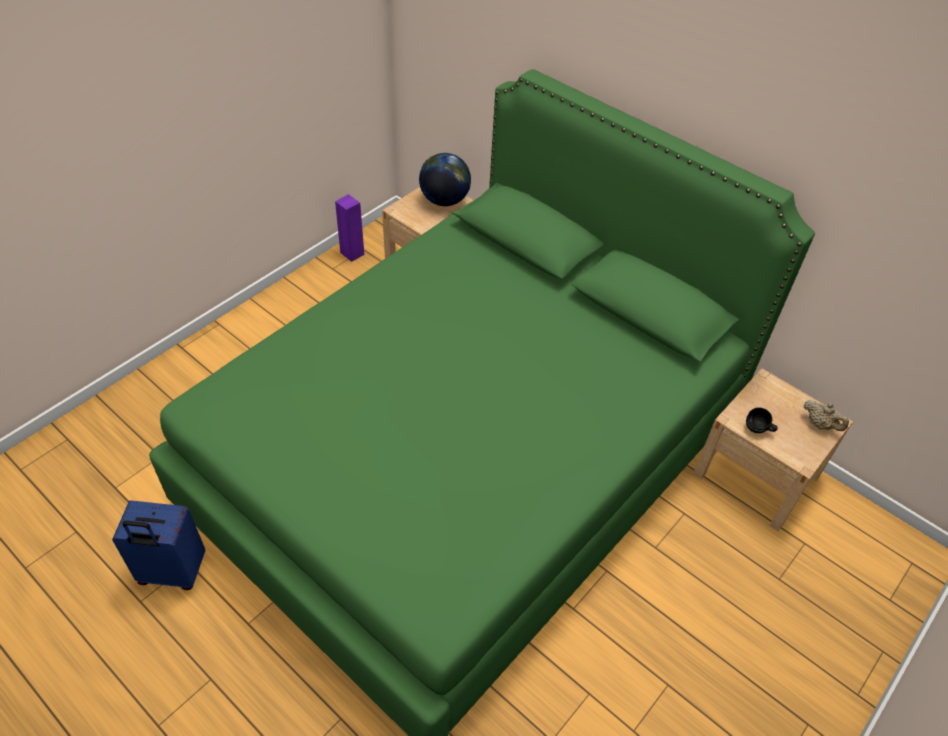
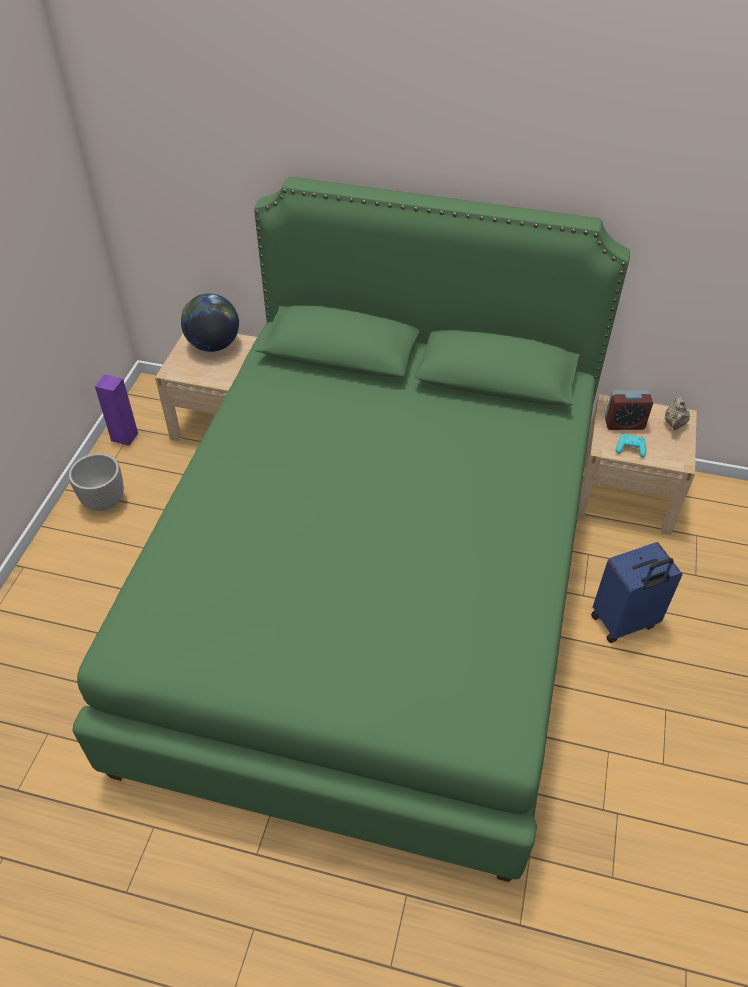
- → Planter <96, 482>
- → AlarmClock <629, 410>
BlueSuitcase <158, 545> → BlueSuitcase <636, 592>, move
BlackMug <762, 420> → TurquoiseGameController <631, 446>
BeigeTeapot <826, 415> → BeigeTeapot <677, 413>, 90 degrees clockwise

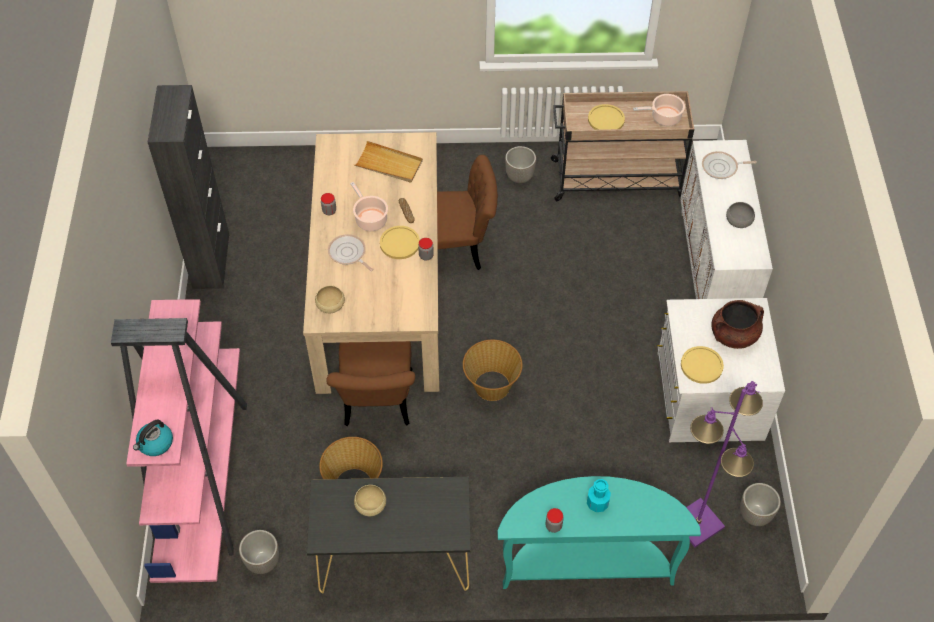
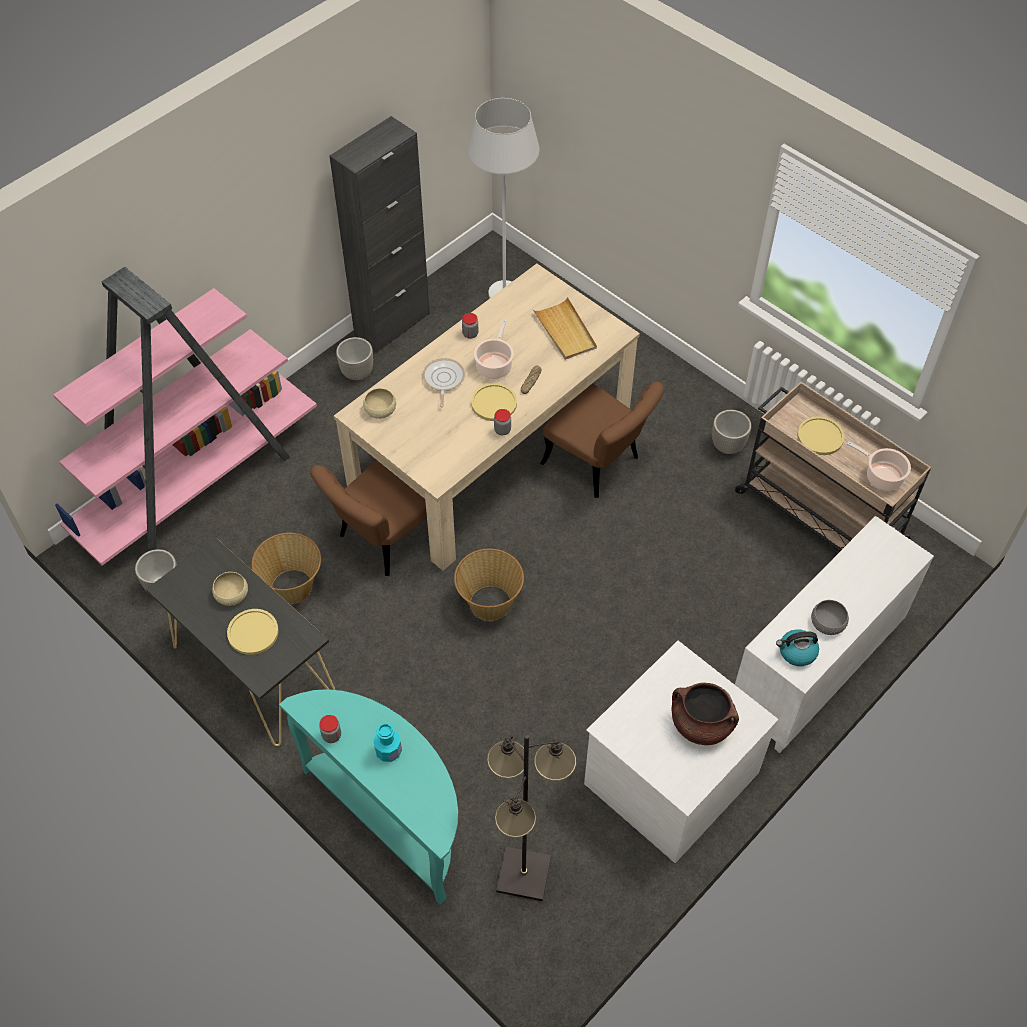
FryingPan <729, 165> → -
- → WhiteFloorLamp <503, 198>
Kettle <153, 438> → Kettle <797, 648>, move
YellowPlate <702, 365> → YellowPlate <253, 632>, move
Planter <760, 504> → Planter <354, 359>, move
PurpleFloorLamp <724, 464> → BlackFloorLamp <531, 817>

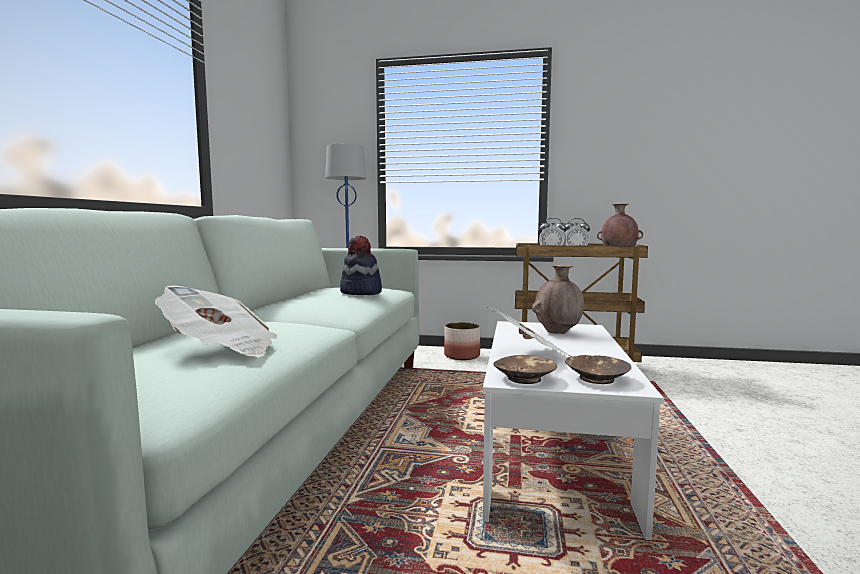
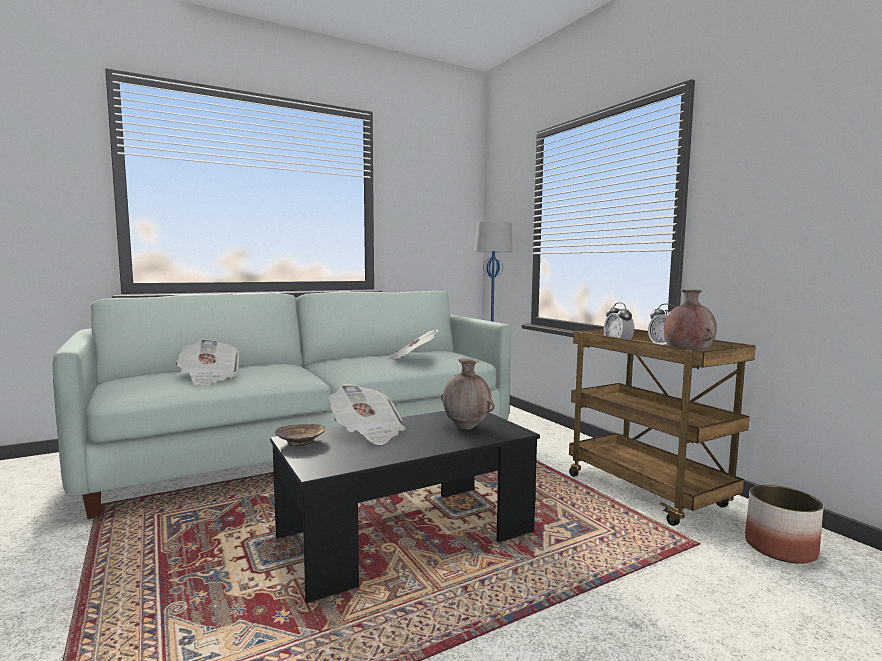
BrownBowl <598, 369> → -
Planter <462, 341> → Planter <784, 524>, move
Hat <361, 265> → Newspaper <412, 344>
WhiteCoffeeTable <573, 430> → BlackCoffeeTable <405, 507>

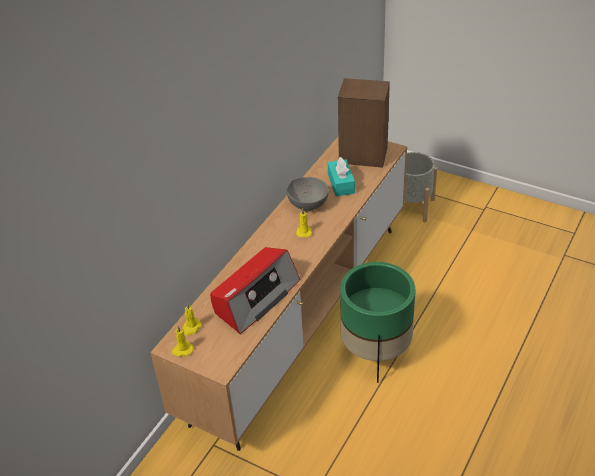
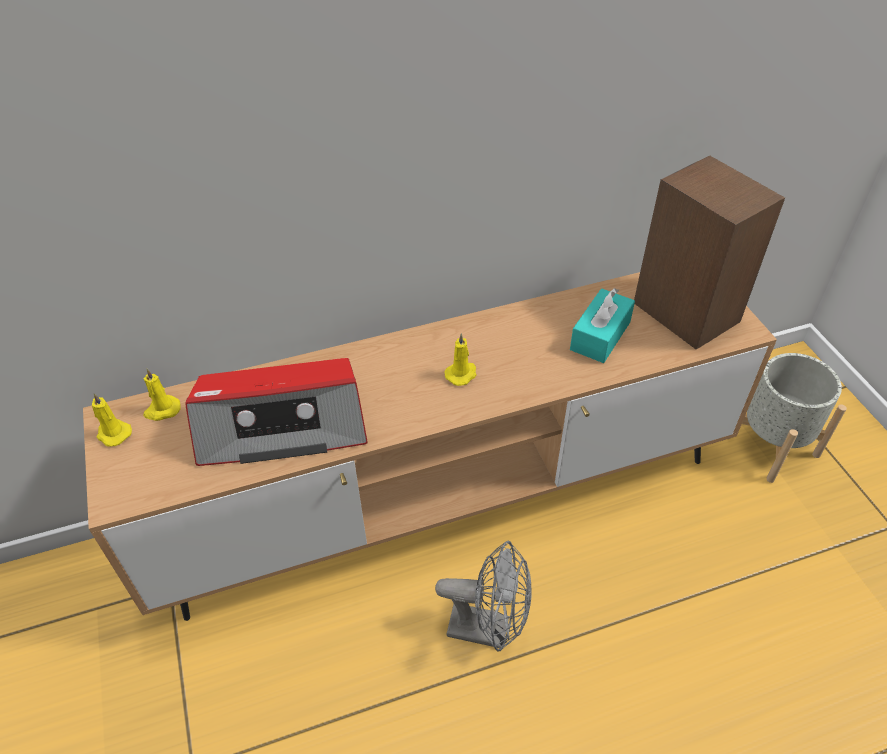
GreyBowl <308, 193> → -
GreenPlanter <378, 322> → GreyFan <483, 596>

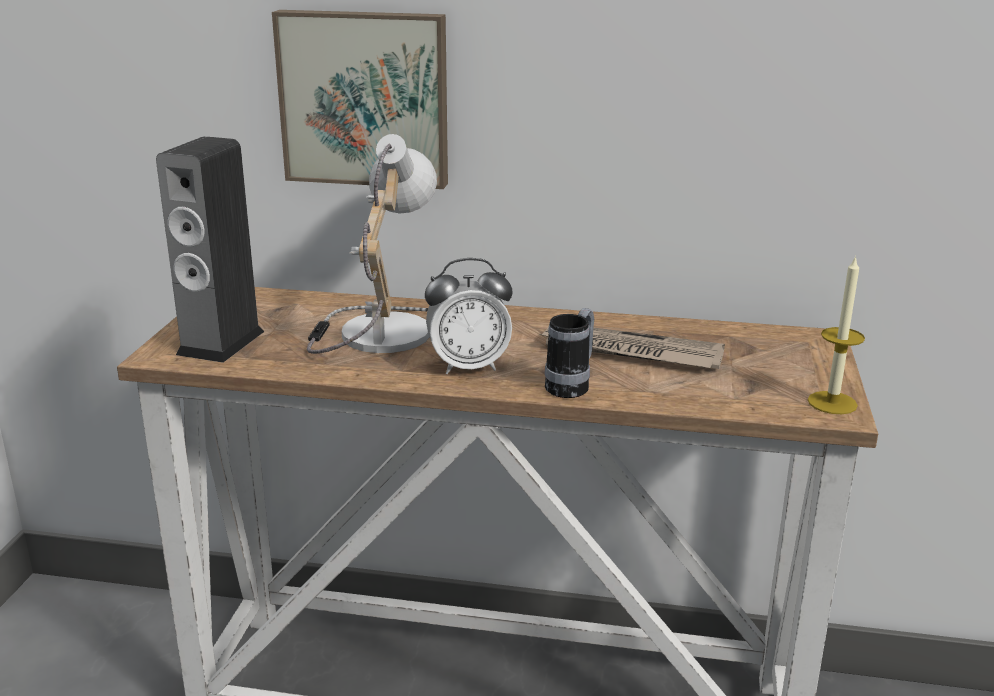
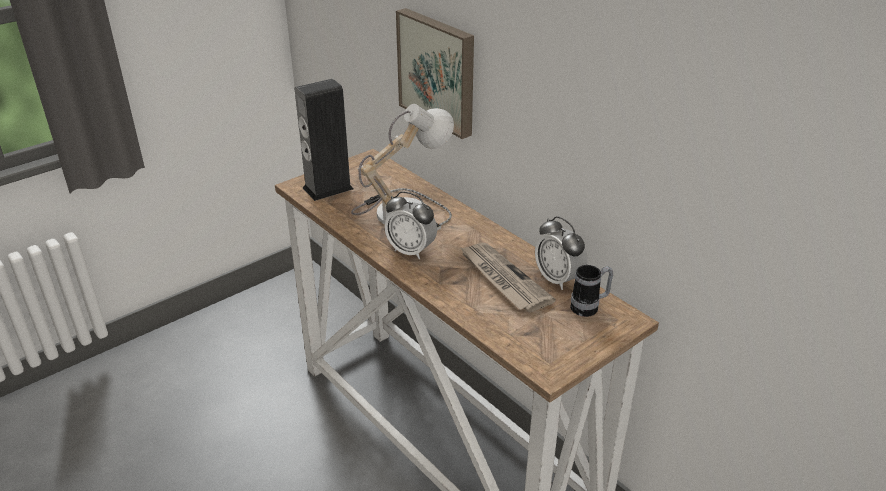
Candle <836, 334> → -
- → AlarmClock <561, 253>
Mug <569, 353> → Mug <591, 291>, move

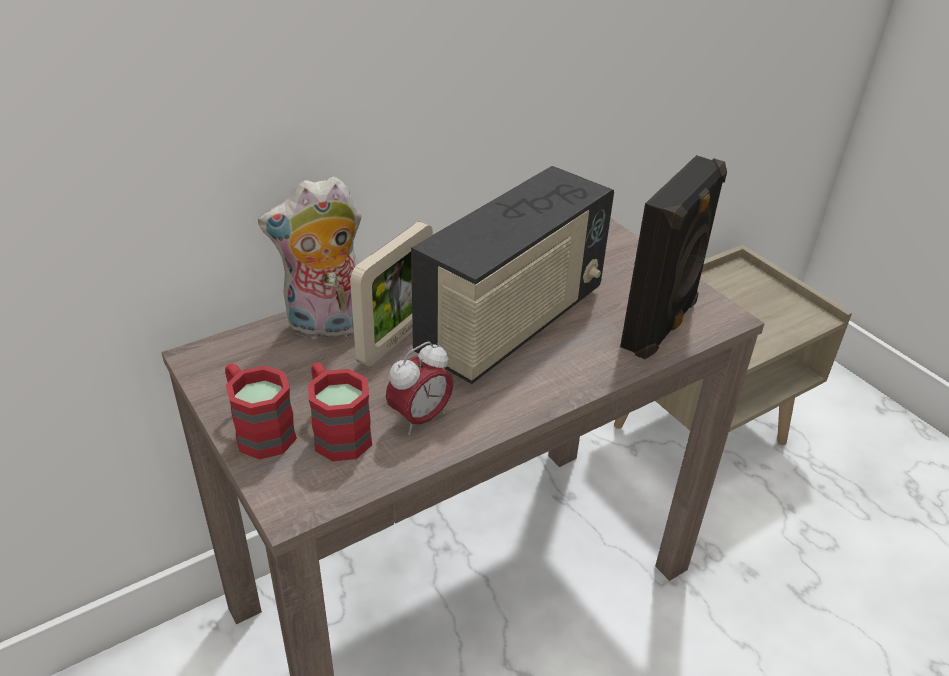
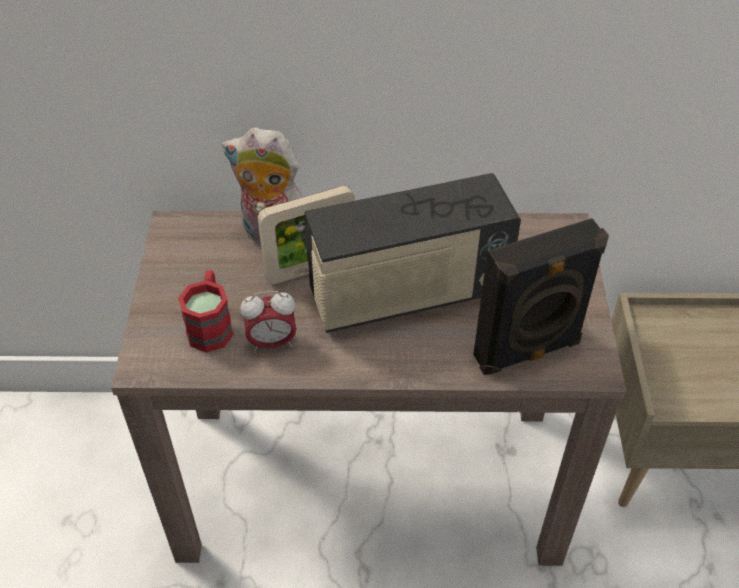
RedMug <261, 411> → -

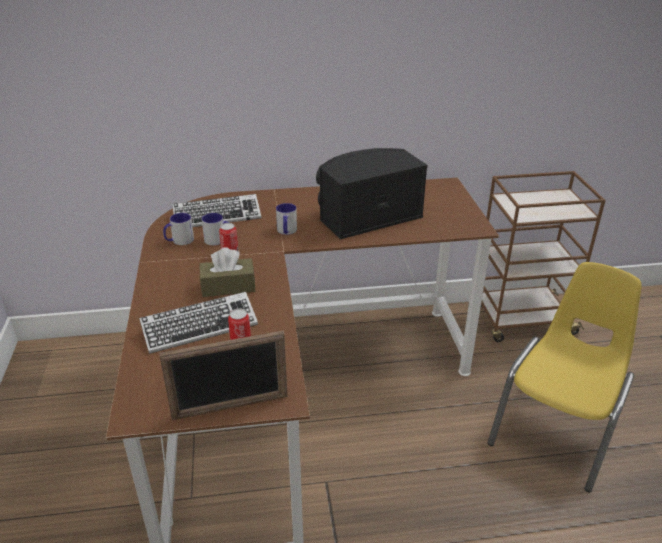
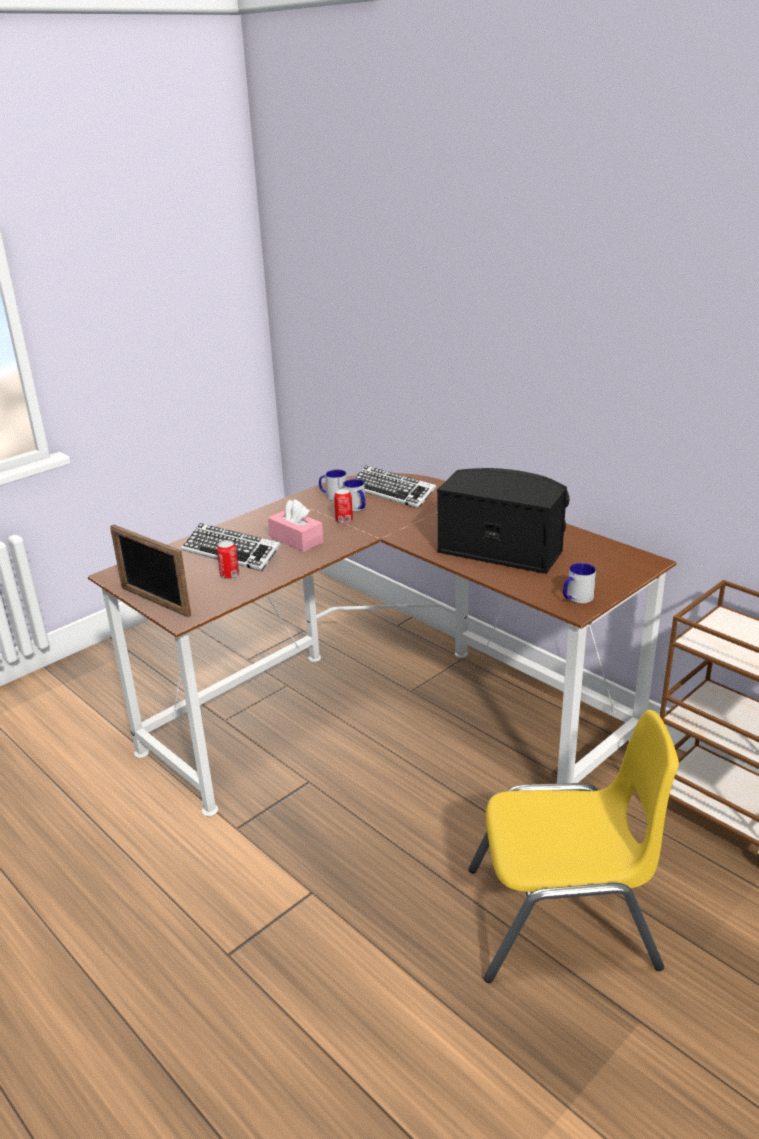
Mug <286, 219> → Mug <579, 583>, move
BrownTissueBox <227, 272> → PinkTissueBox <296, 525>

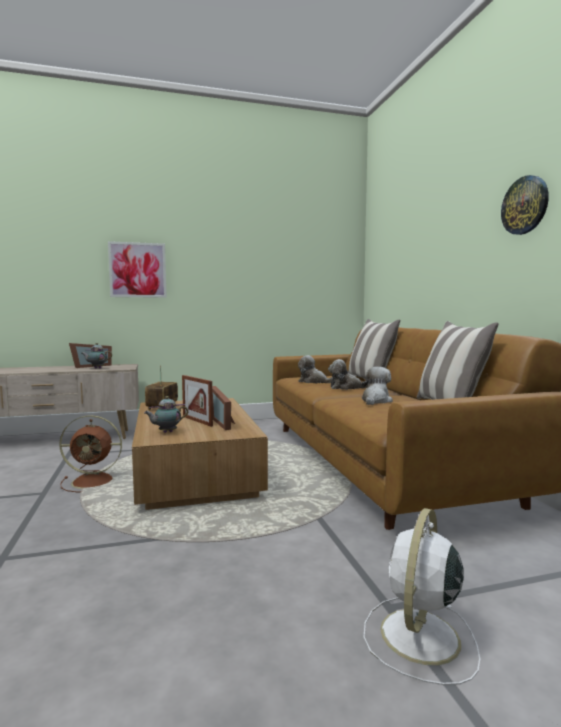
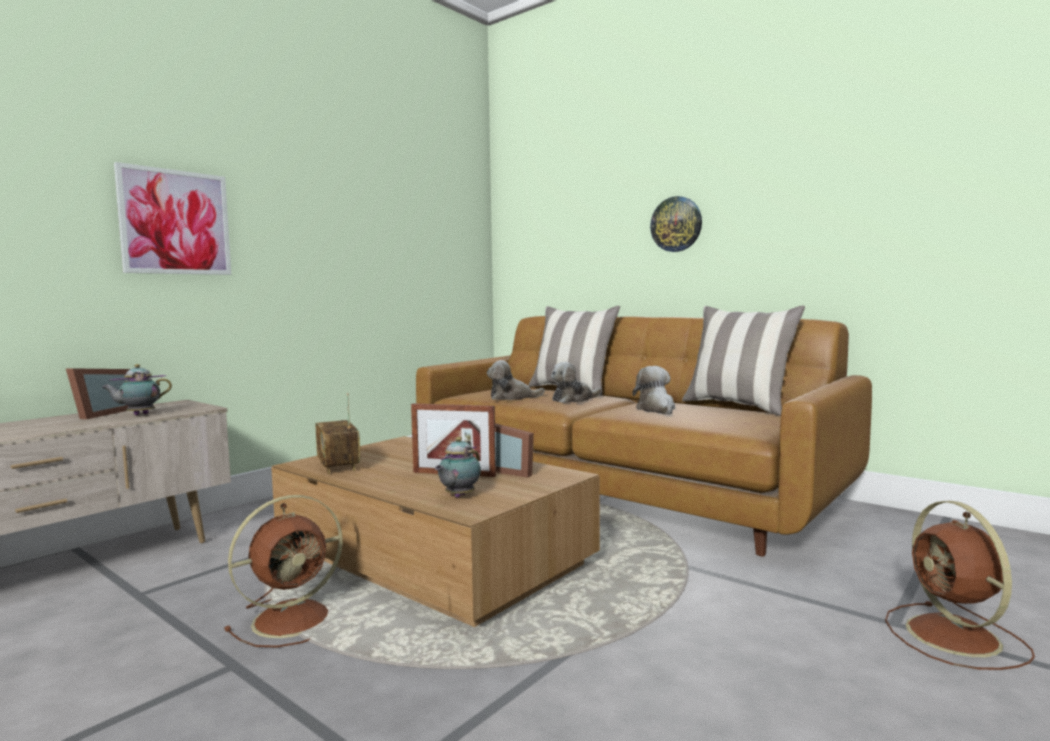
WallClock <525, 205> → WallClock <676, 224>, move
WhiteFan <421, 596> → BrownFan <960, 585>

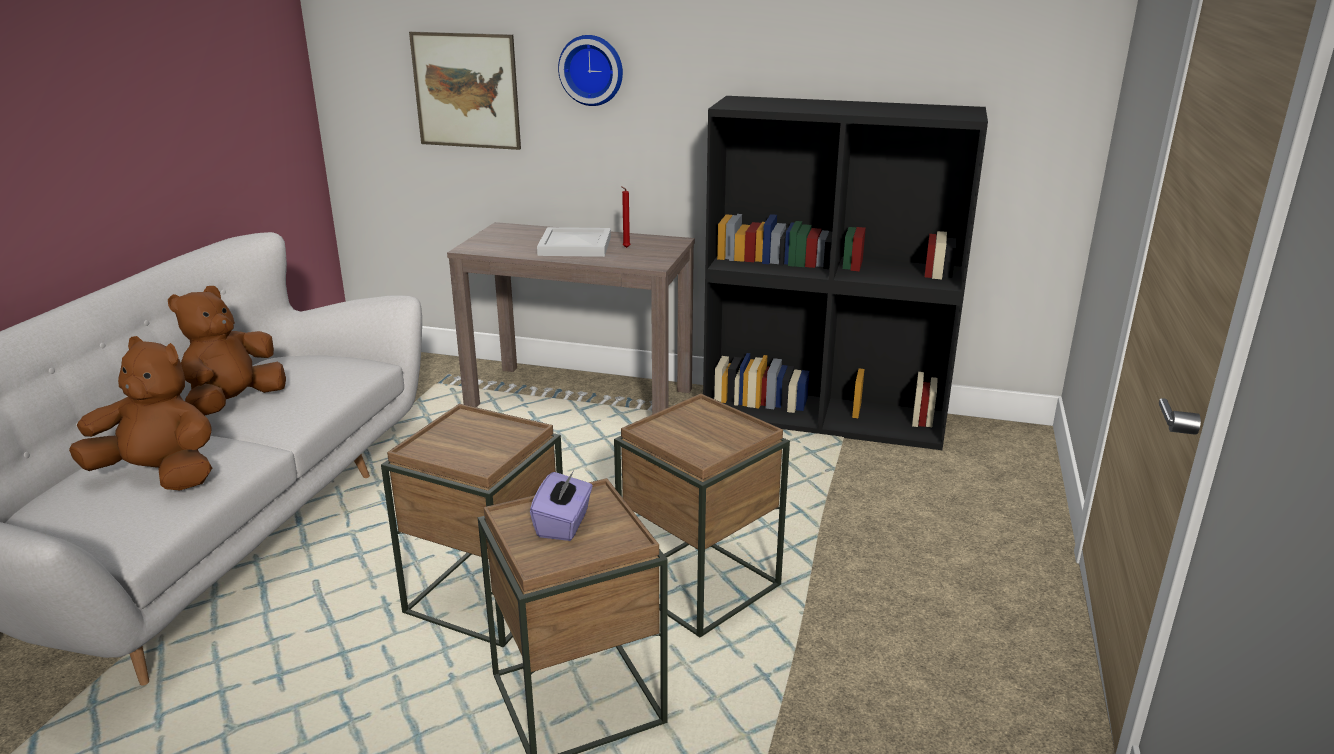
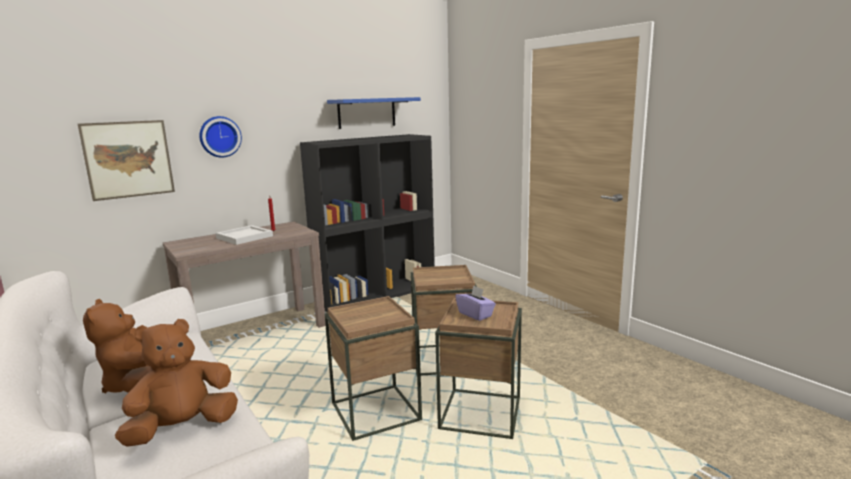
- → BlueShelf <374, 113>

